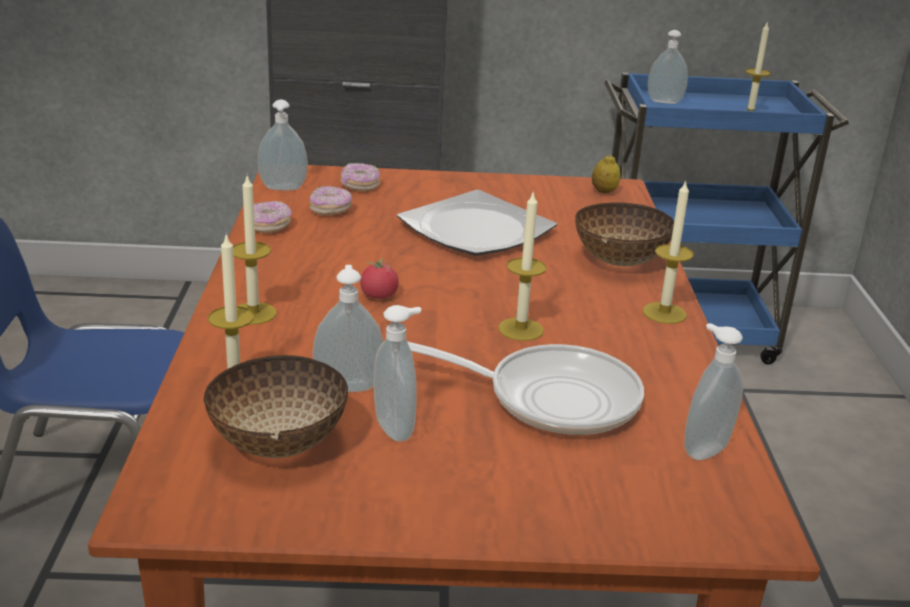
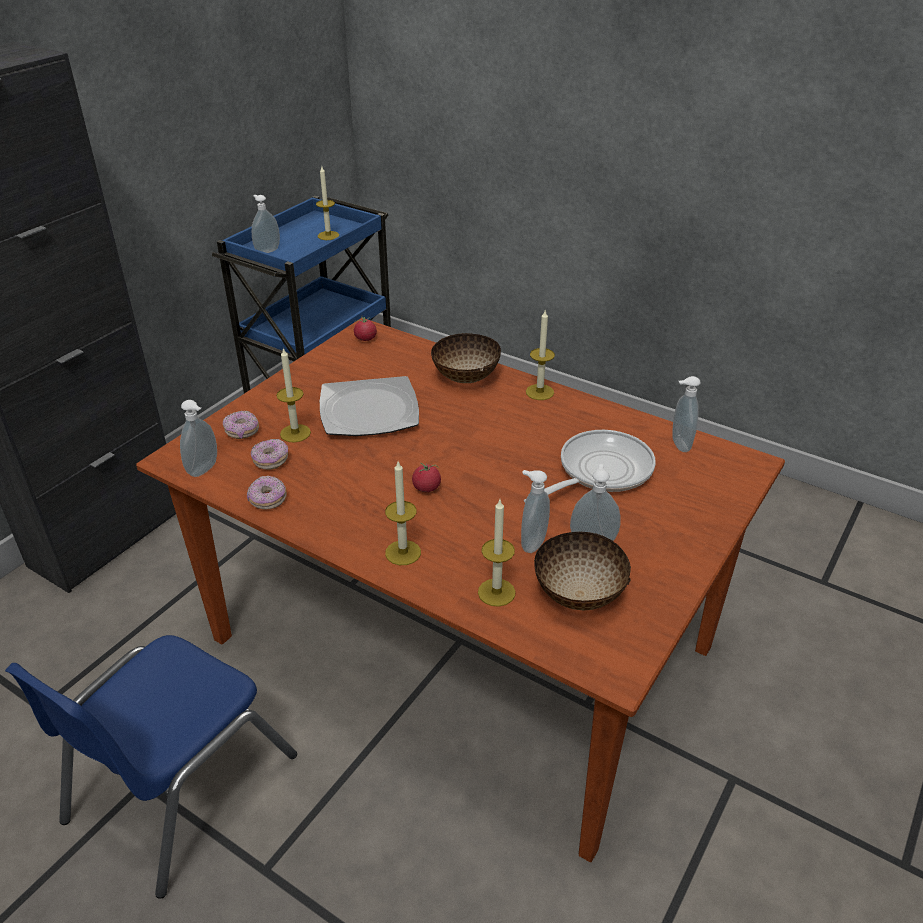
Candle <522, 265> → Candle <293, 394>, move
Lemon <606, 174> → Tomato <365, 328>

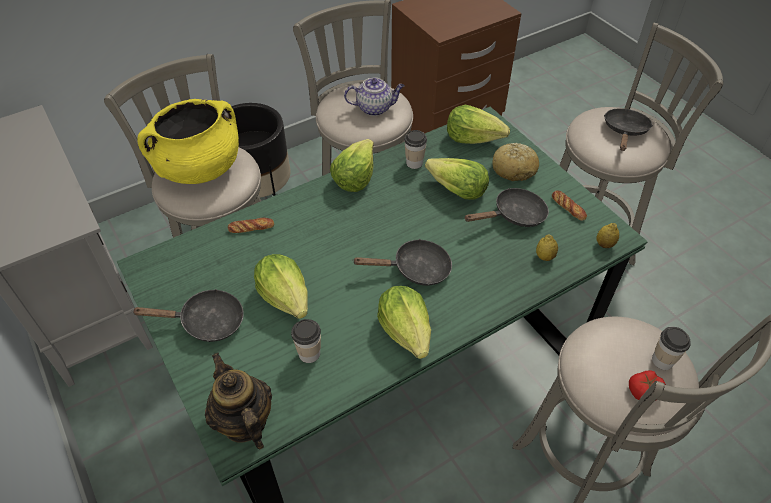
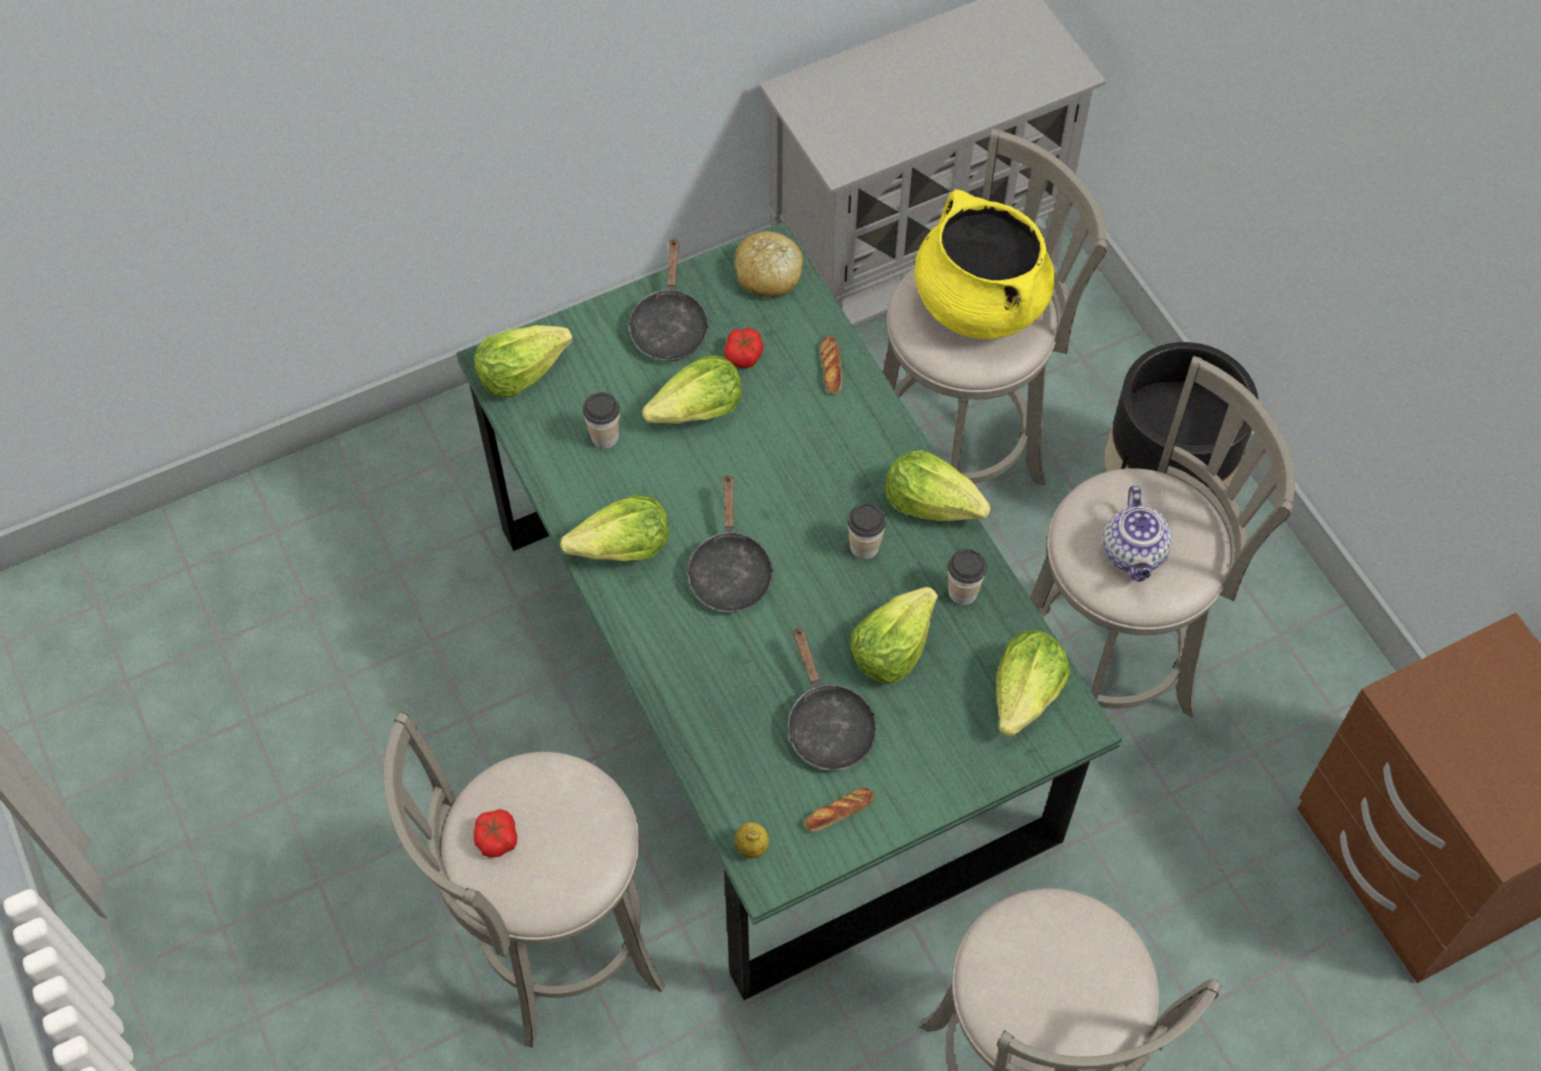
Lemon <547, 247> → -
BlackFryingPan <628, 129> → -
- → Tomato <744, 348>
Bread <515, 162> → Bread <768, 264>, move
Cup <671, 348> → Cup <867, 532>, move
Teapot <238, 401> → Lettuce <523, 361>

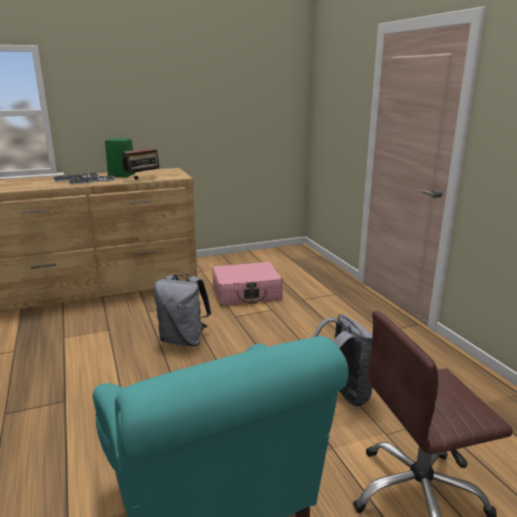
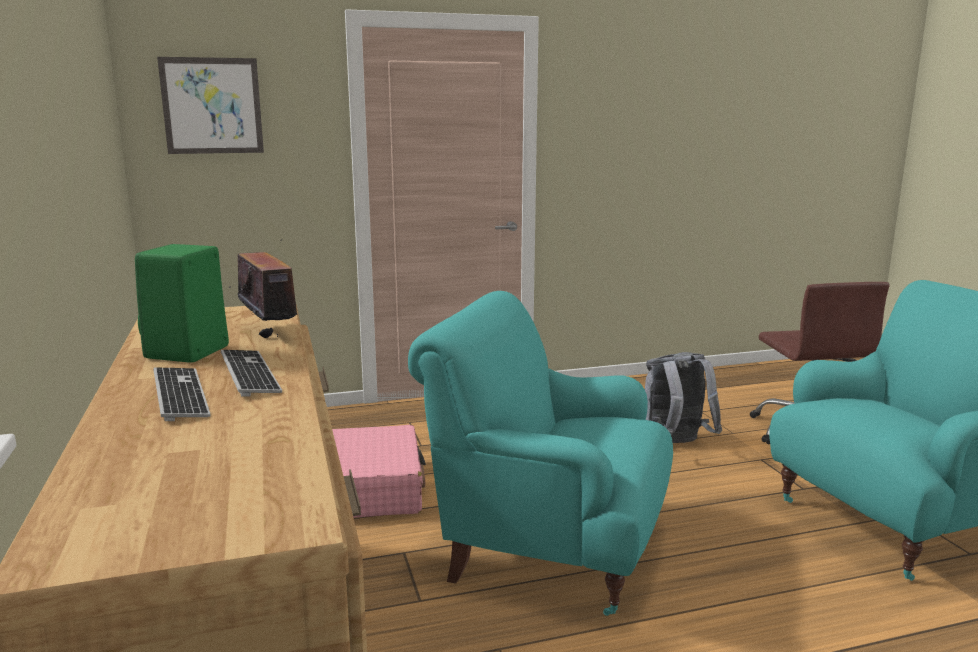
- → Picture <210, 105>
GreyBackpack <183, 310> → TurquoiseArmchair <540, 453>

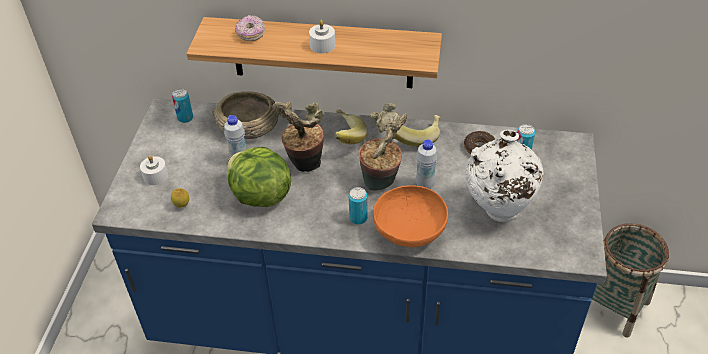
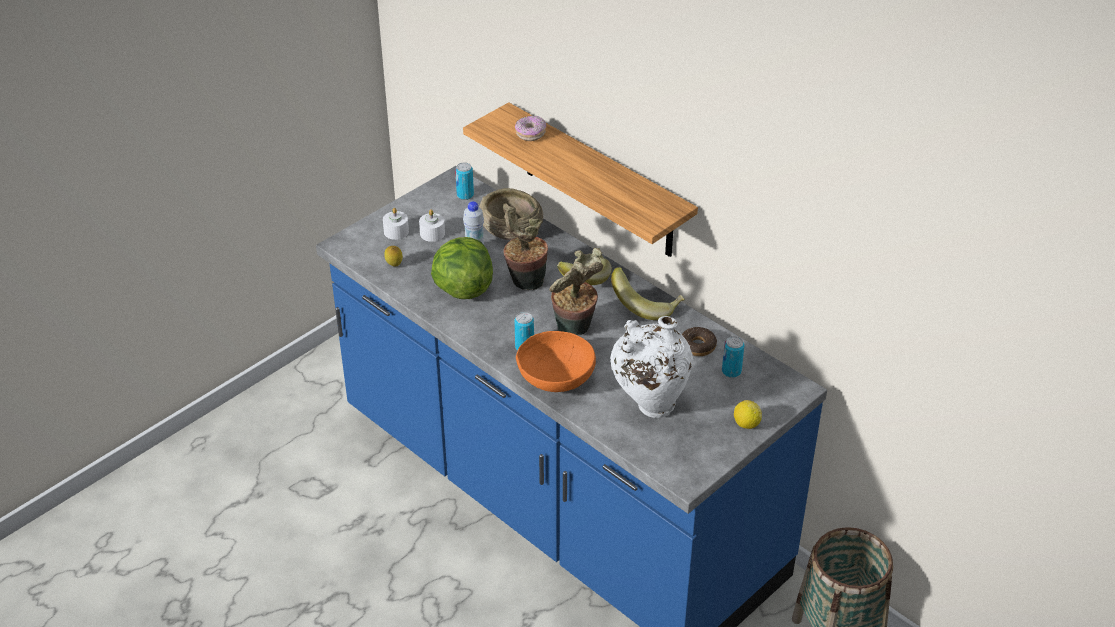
WhiteBottle <426, 164> → -
- → Lemon <748, 414>
WhiteCandle <322, 37> → WhiteCandle <432, 226>, move

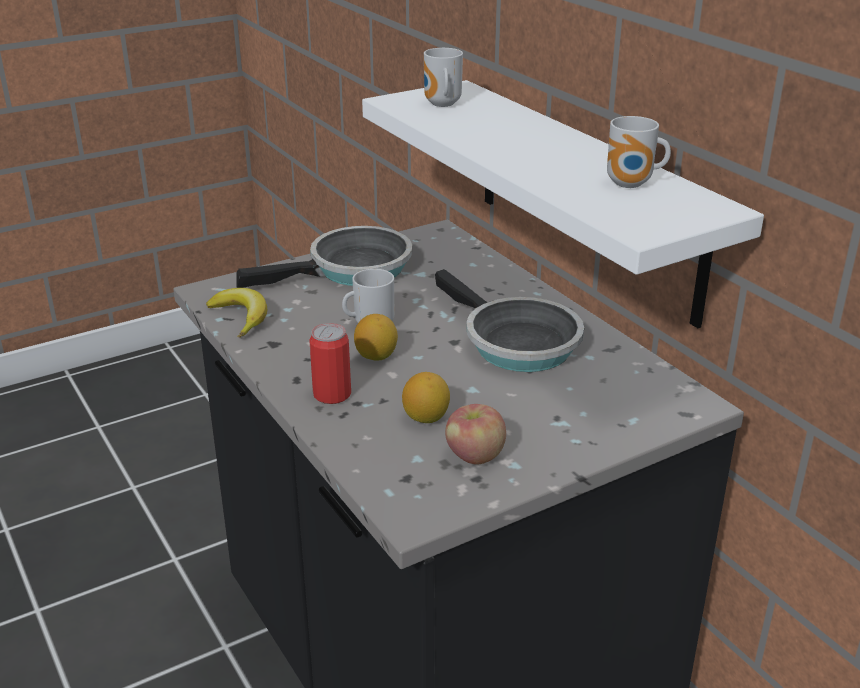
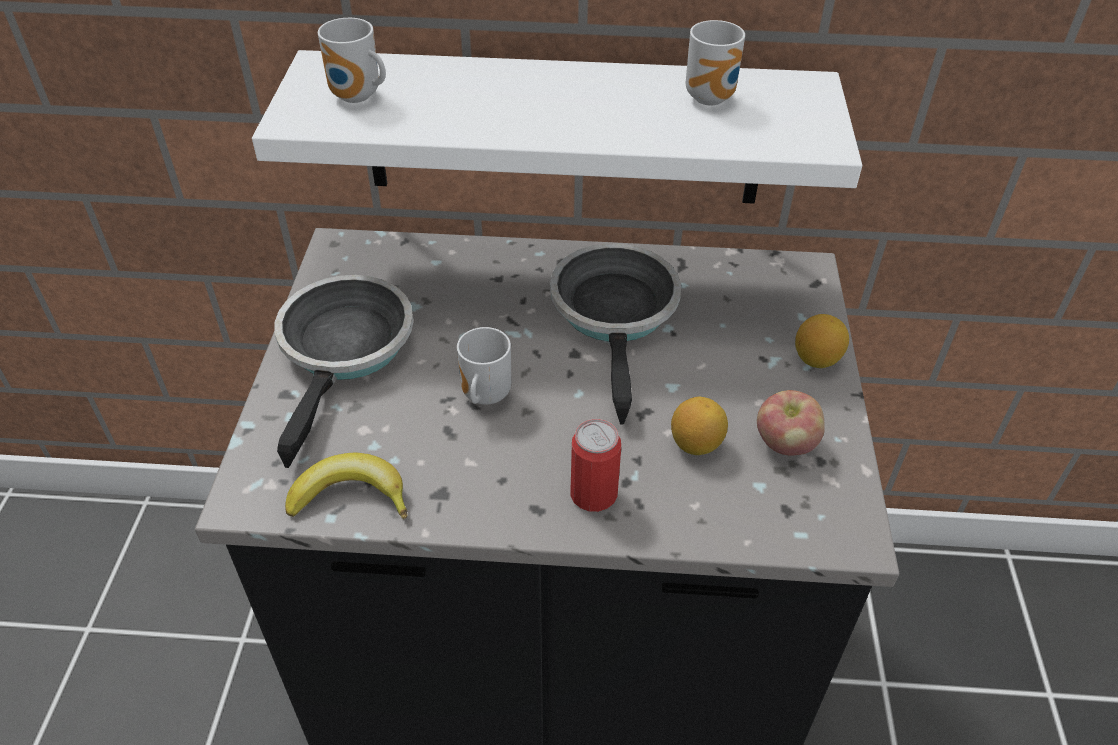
Lemon <376, 337> → Lemon <822, 341>, move
FryingPan <509, 320> → FryingPan <615, 333>, 90 degrees counterclockwise

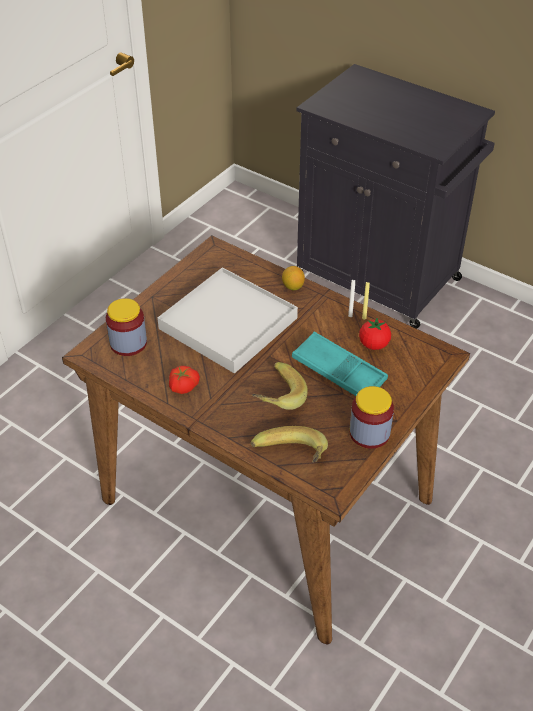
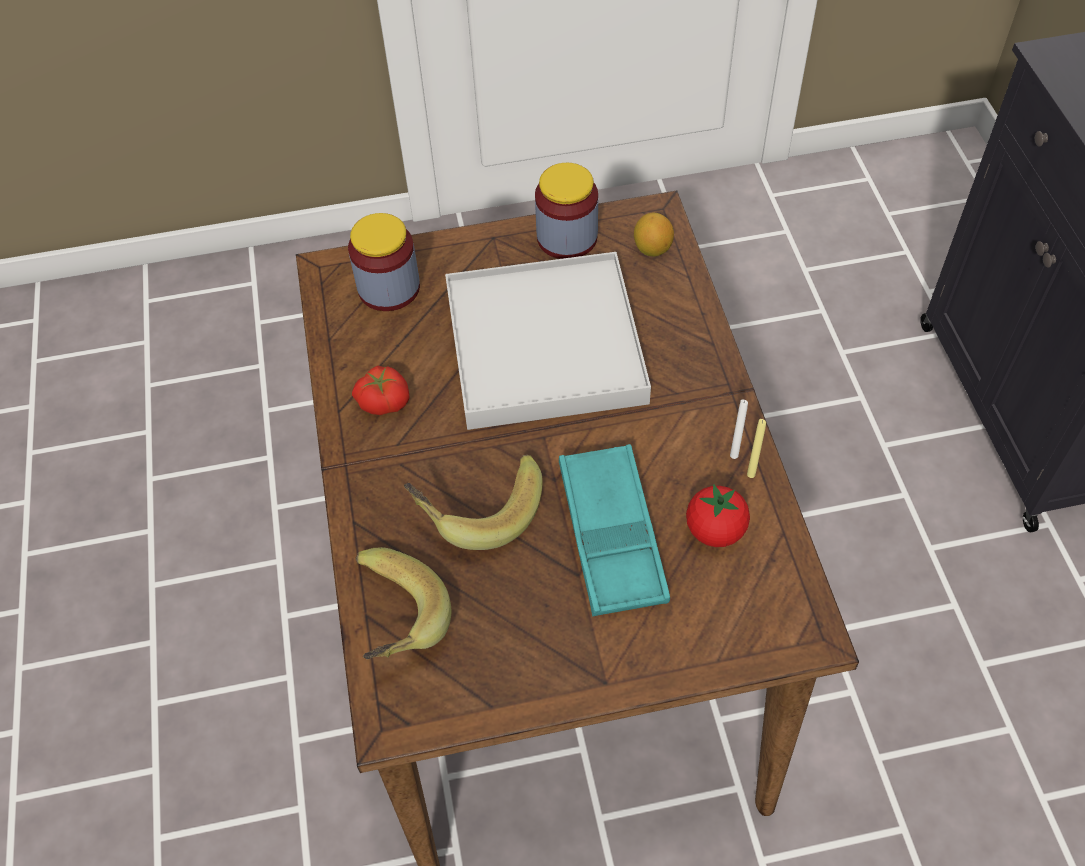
Lemon <293, 278> → Lemon <654, 234>, move
Jar <372, 417> → Jar <566, 211>, move

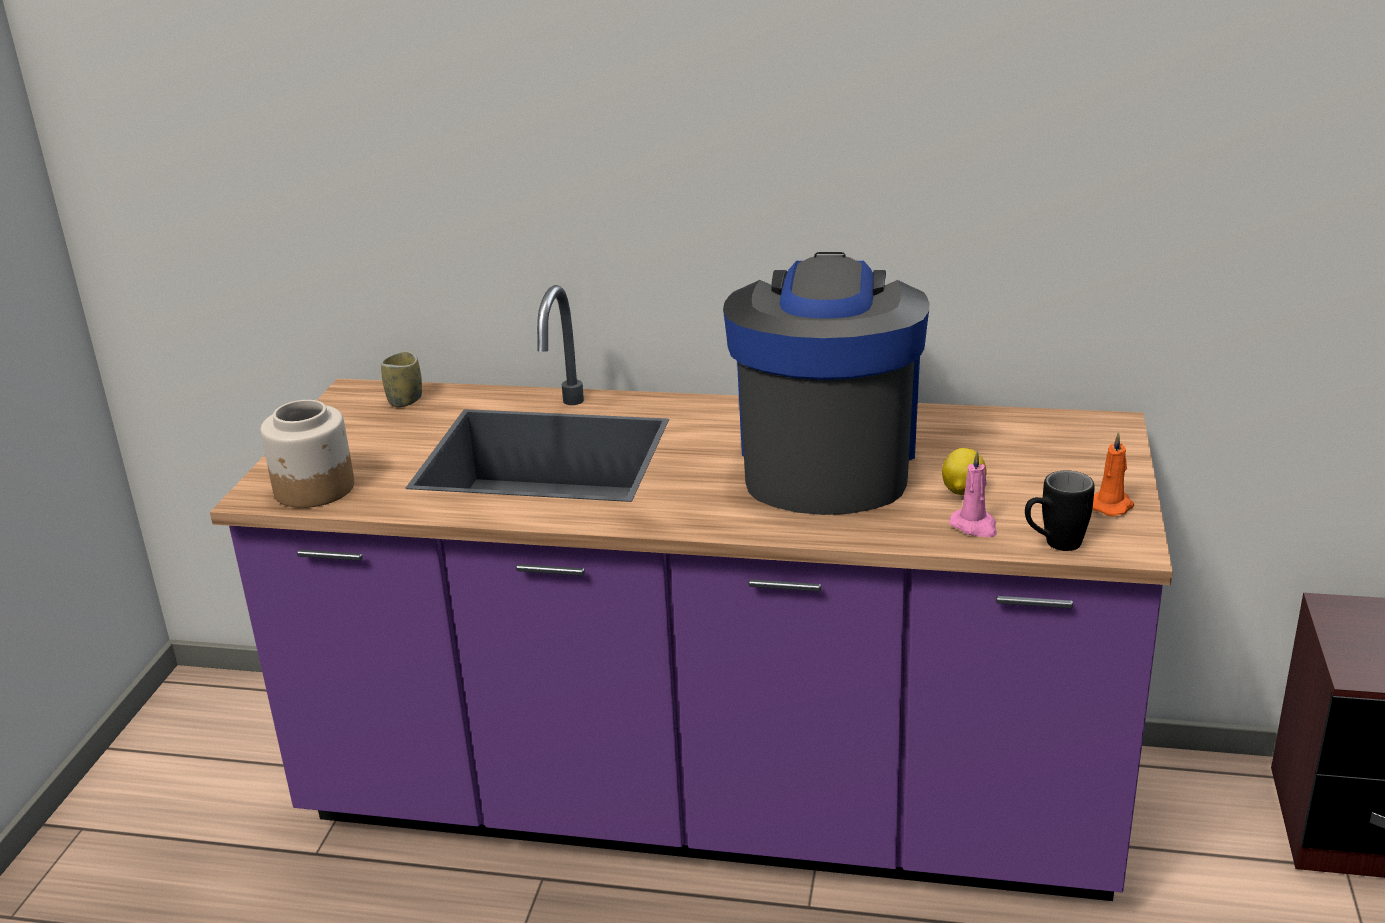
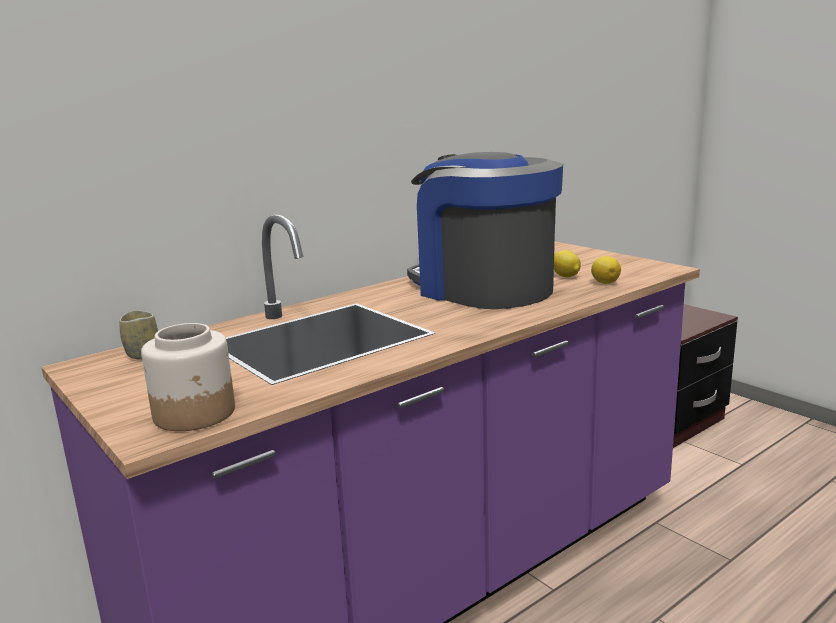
BlackMug <1060, 511> → -
OrangeCandle <1113, 474> → -
PinkCandle <973, 494> → Lemon <606, 270>

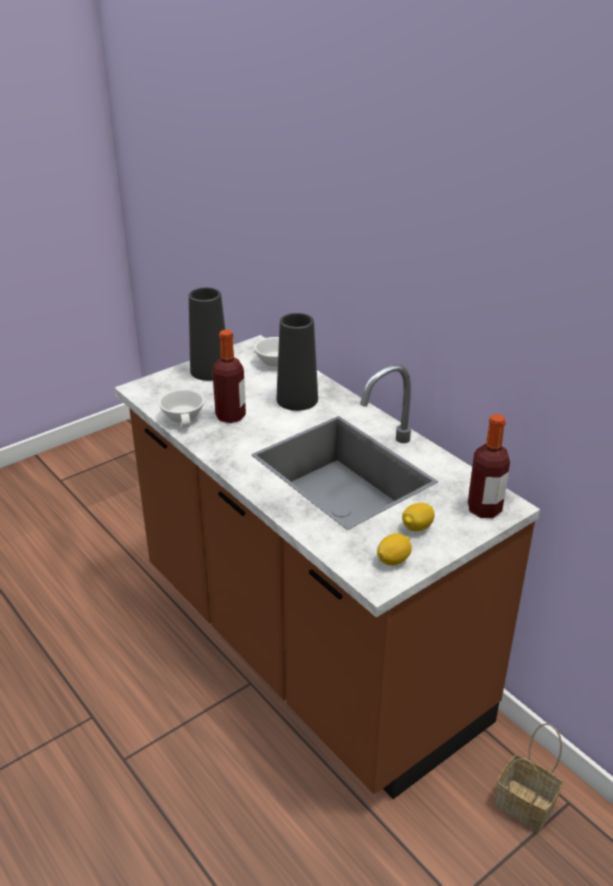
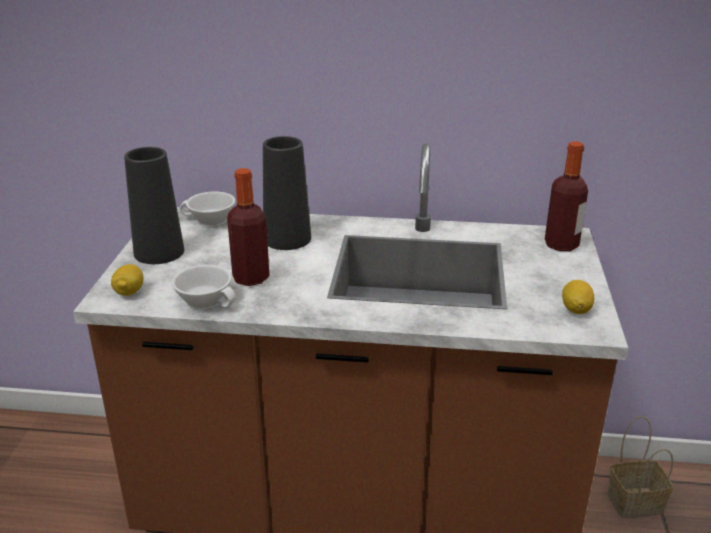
Lemon <418, 517> → Lemon <127, 280>, move

